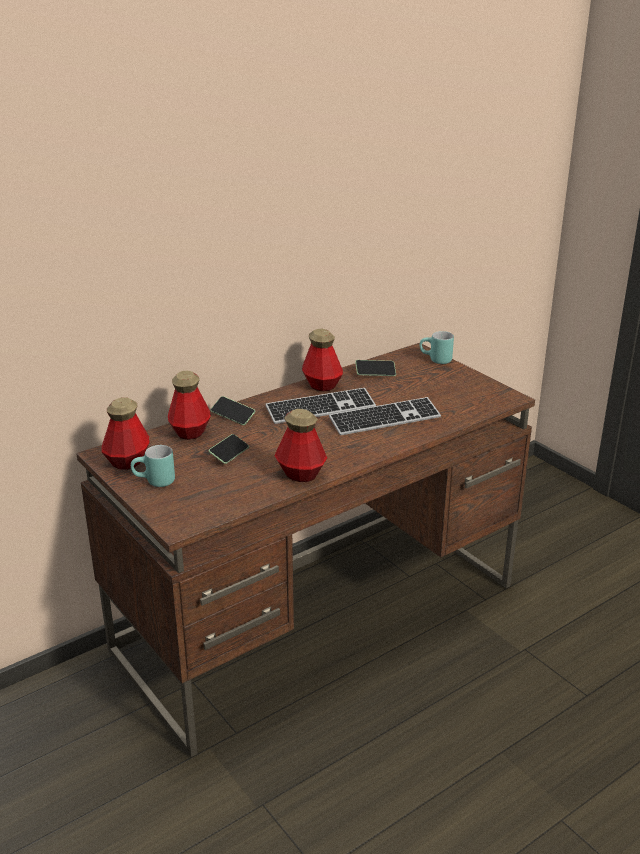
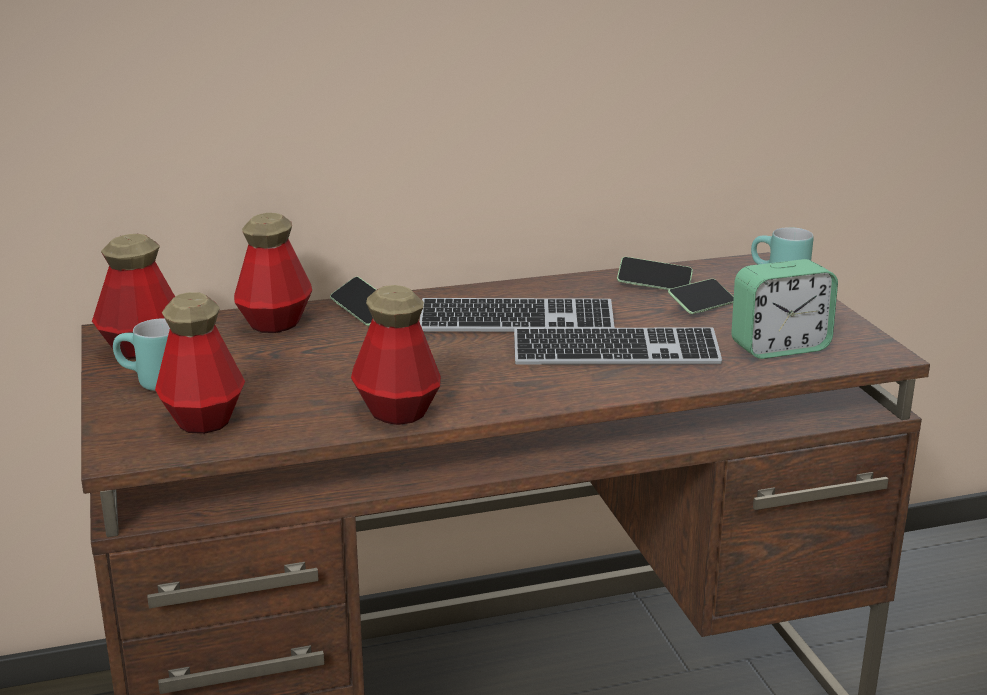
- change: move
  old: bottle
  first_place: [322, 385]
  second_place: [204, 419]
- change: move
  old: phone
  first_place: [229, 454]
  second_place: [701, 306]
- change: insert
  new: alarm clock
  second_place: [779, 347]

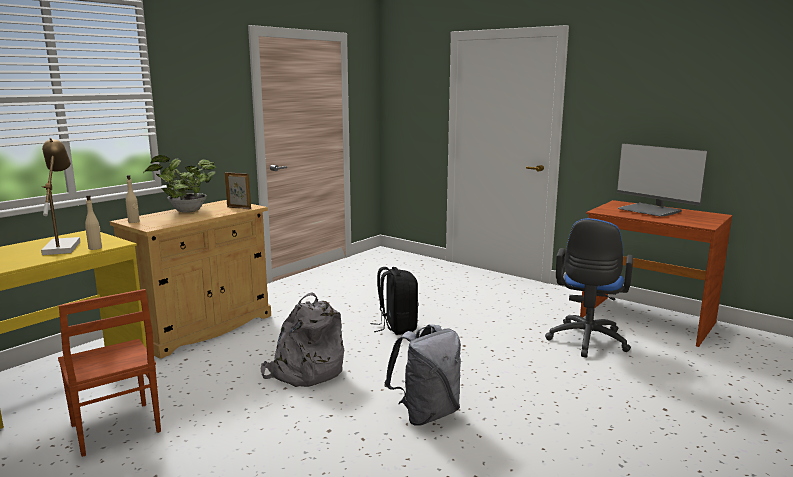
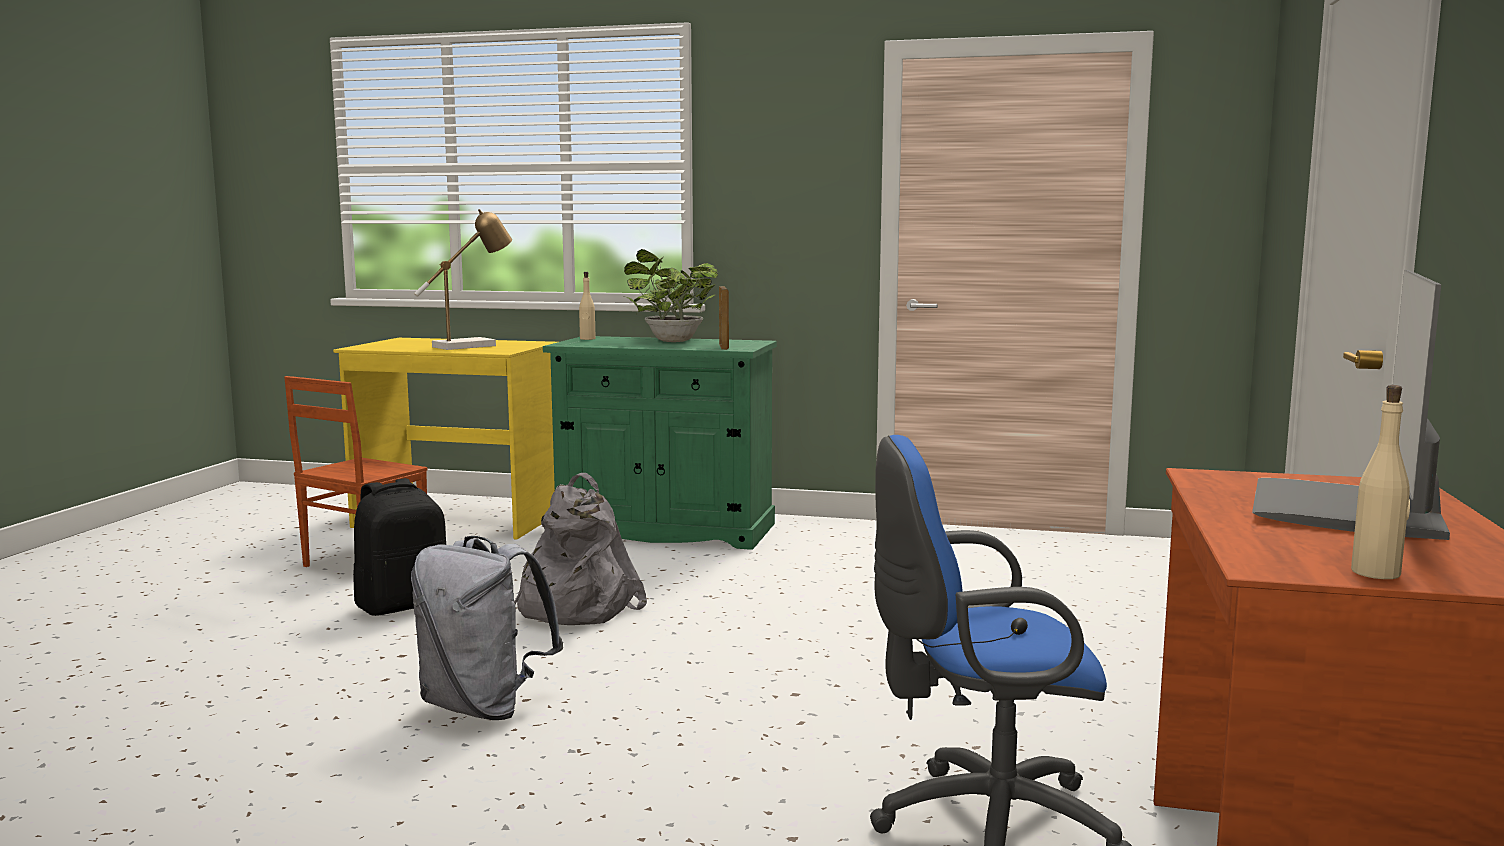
- change: move
  old: beige bottle
  first_place: [95, 248]
  second_place: [1376, 573]
- change: recolor
  old: beige cabinet
  new: green cabinet
  first_place: [202, 328]
  second_place: [665, 530]
- change: move
  old: black backpack
  first_place: [397, 327]
  second_place: [403, 605]

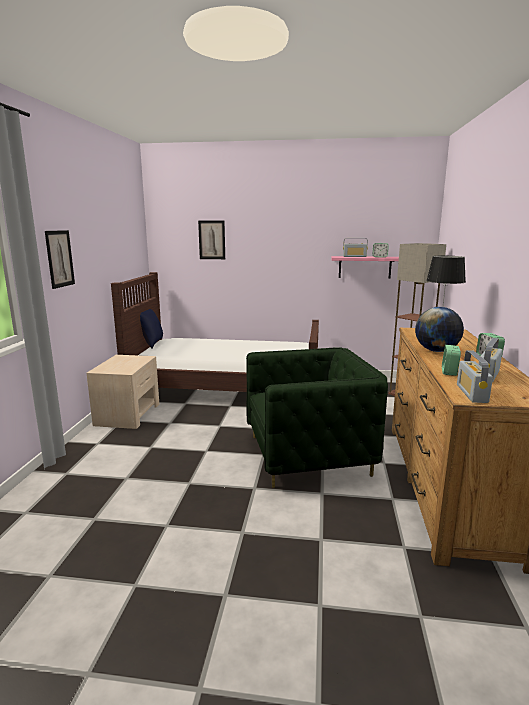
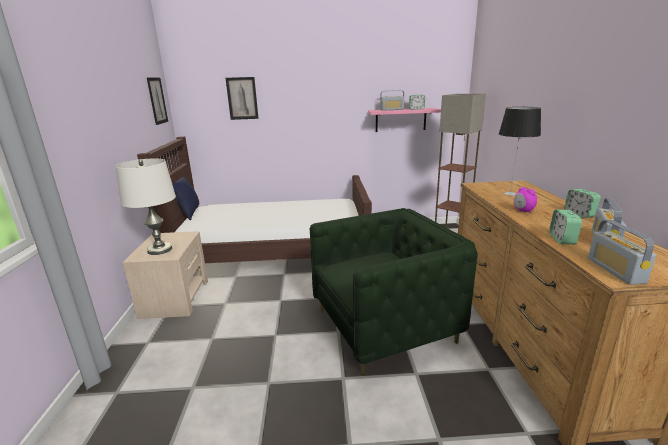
- change: move
  old: picture
  first_place: [59, 258]
  second_place: [157, 100]
- change: replace
  old: globe
  new: alarm clock
  first_place: [436, 351]
  second_place: [523, 211]
- change: insert
  new: white table lamp
  second_place: [159, 250]

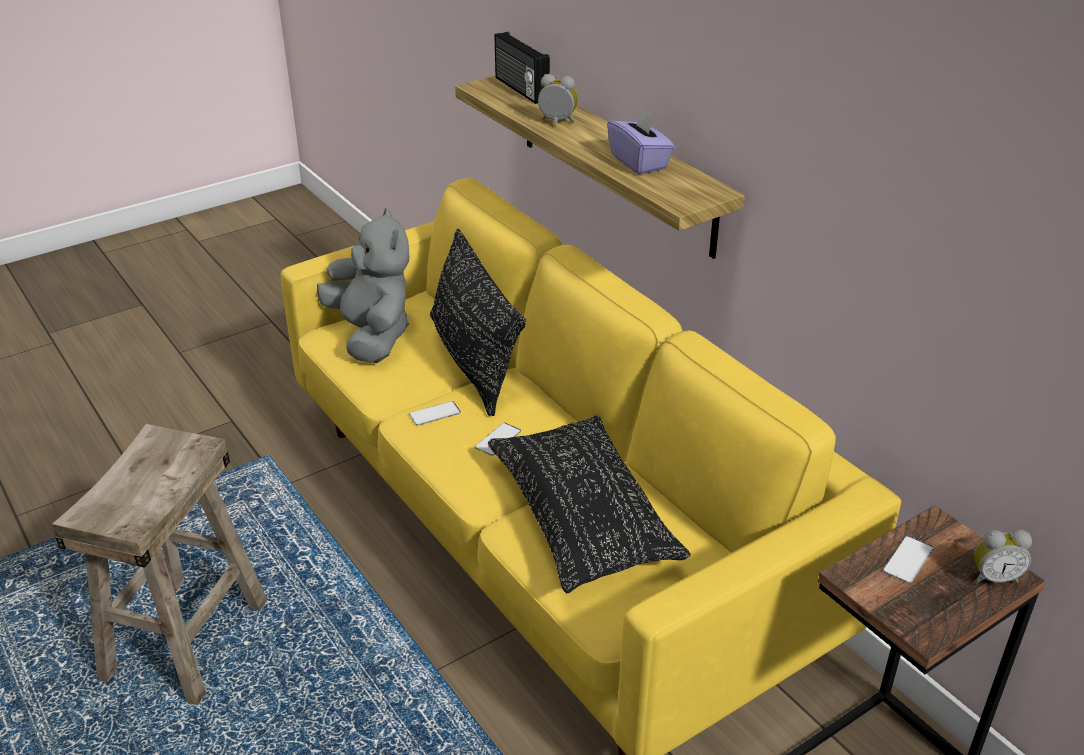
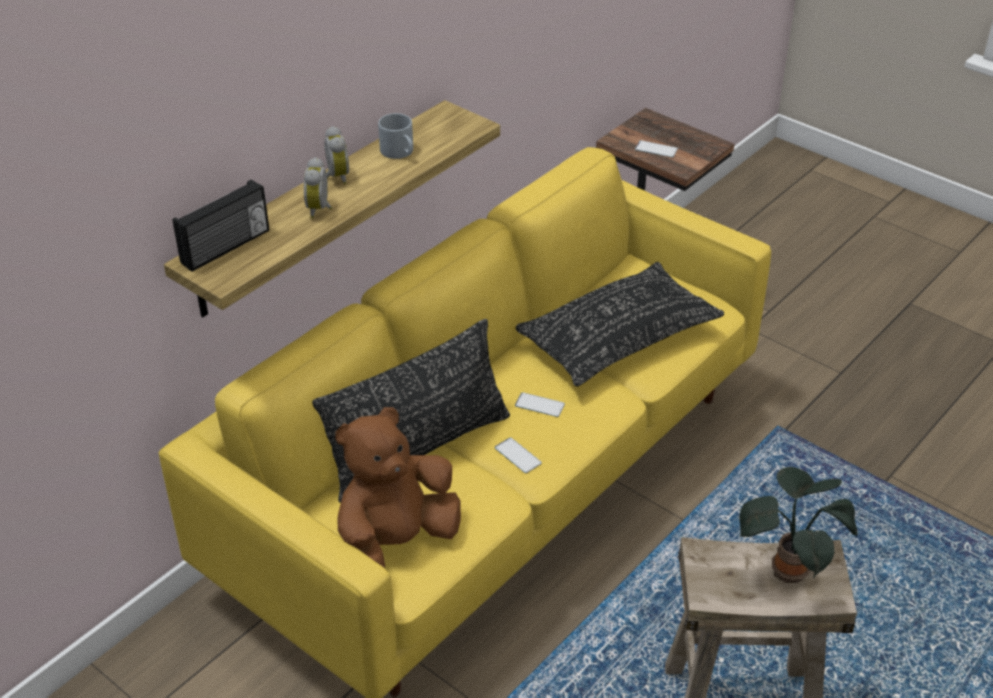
- change: replace
  old: purple tissue box
  new: grey mug
  first_place: [639, 162]
  second_place: [400, 152]
- change: recolor
  old: grey plush toy
  new: brown plush toy
  first_place: [371, 336]
  second_place: [395, 543]
- change: move
  old: alarm clock
  first_place: [993, 577]
  second_place: [336, 177]
- change: insert
  new: potted plant
  second_place: [790, 569]

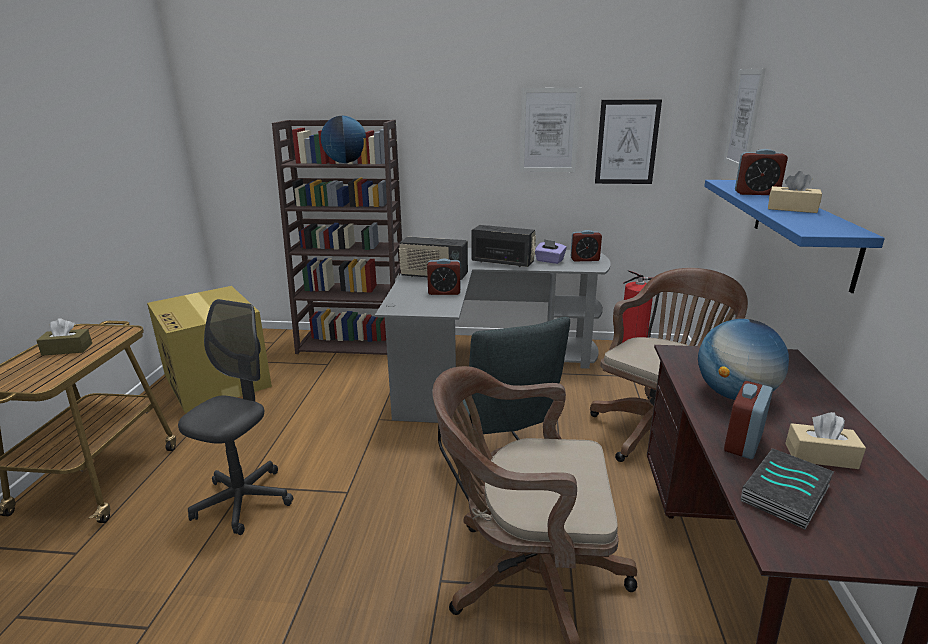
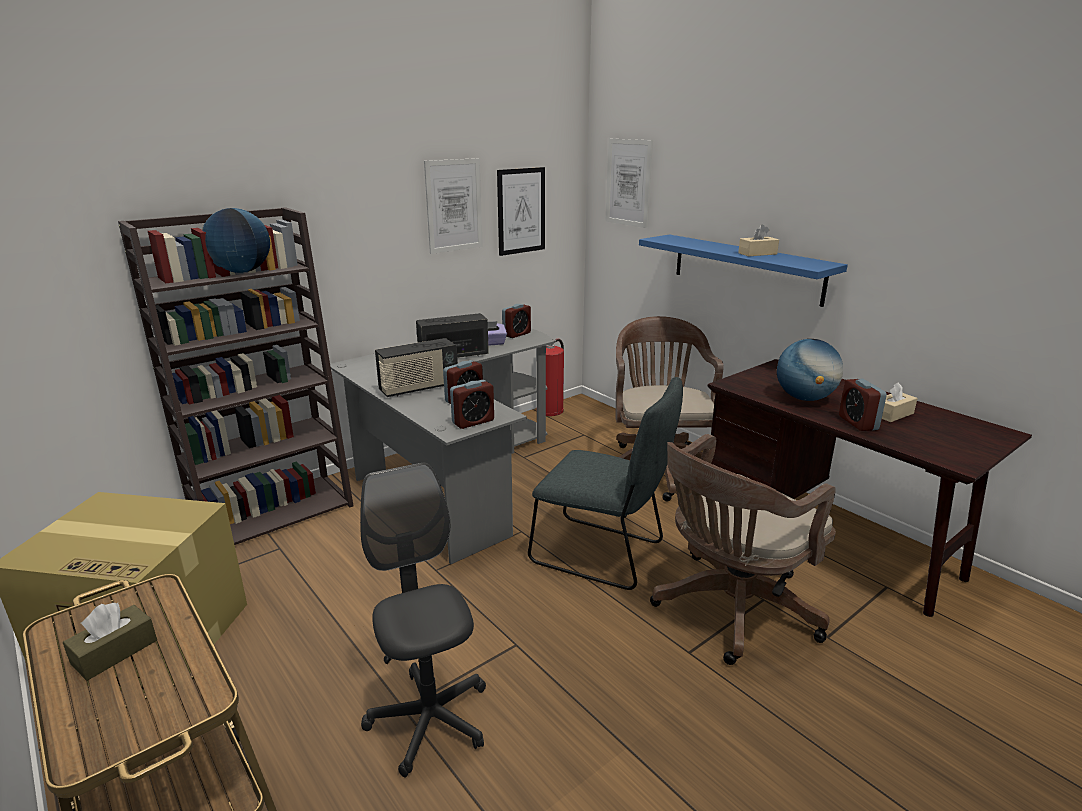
- change: move
  old: alarm clock
  first_place: [756, 193]
  second_place: [473, 422]
- change: delete
  old: book
  first_place: [787, 494]

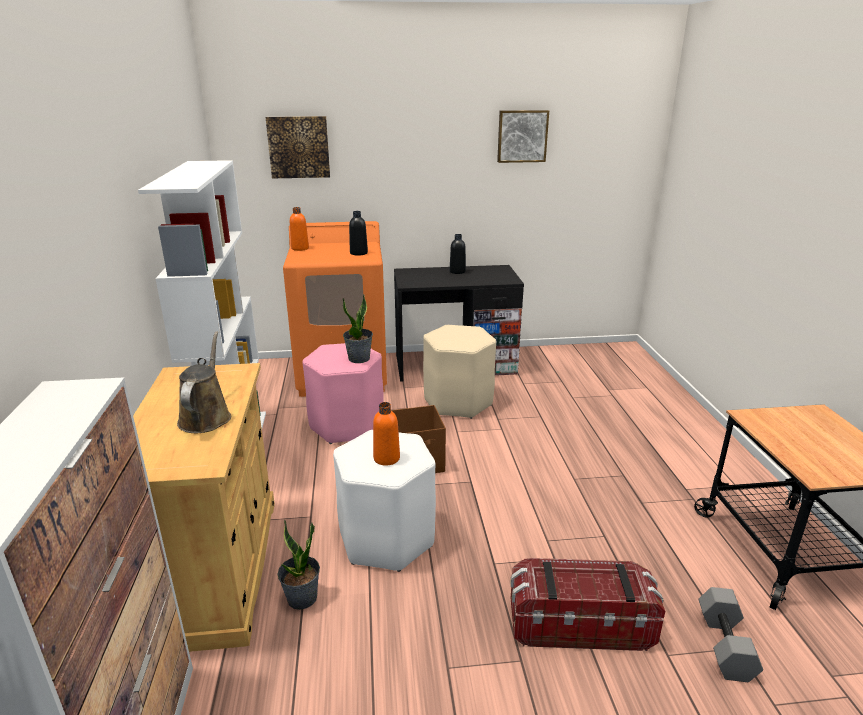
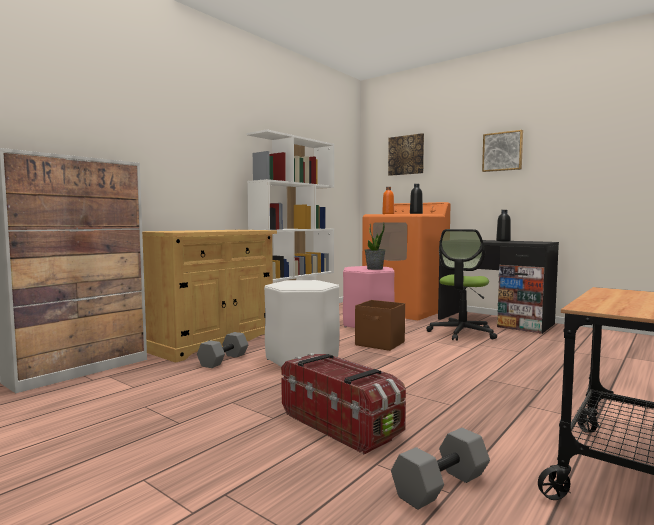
- change: move
  old: picture
  first_place: [522, 136]
  second_place: [502, 151]
- change: replace
  old: beige stool
  new: office chair
  first_place: [458, 402]
  second_place: [462, 333]
- change: delete
  old: brown watering can
  first_place: [206, 417]
- change: delete
  old: orange bottle
  first_place: [386, 458]
- change: replace
  old: potted plant
  new: grey dumbbell
  first_place: [302, 598]
  second_place: [223, 360]

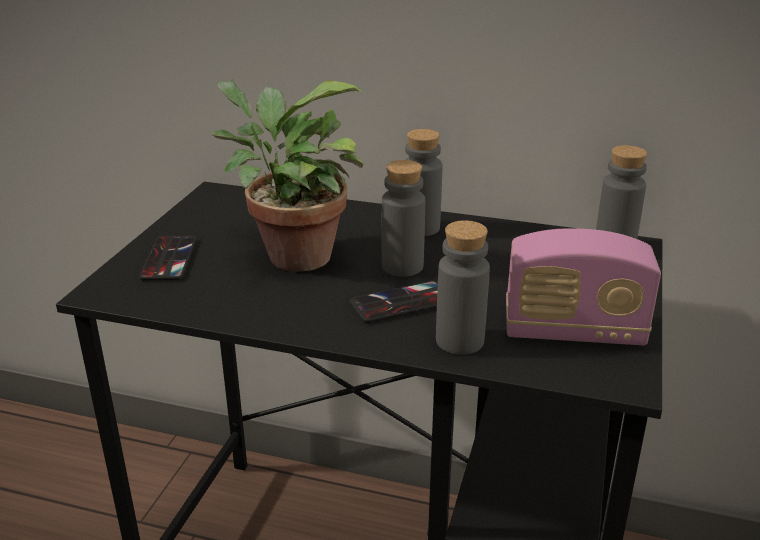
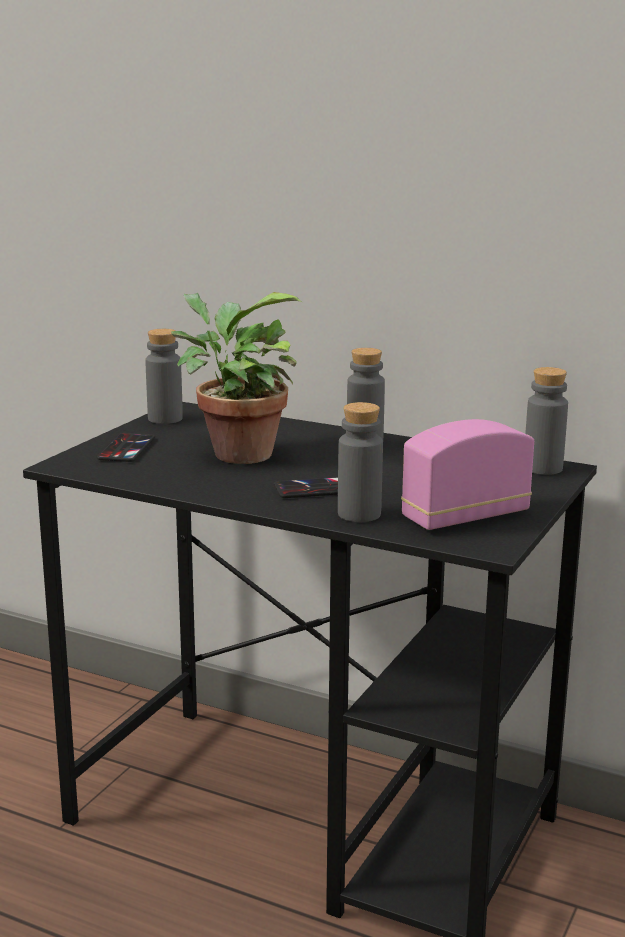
- change: move
  old: grey bottle
  first_place: [402, 266]
  second_place: [165, 419]
- change: rotate
  old: radio
  first_place: [573, 332]
  second_place: [465, 516]
  degrees: 135

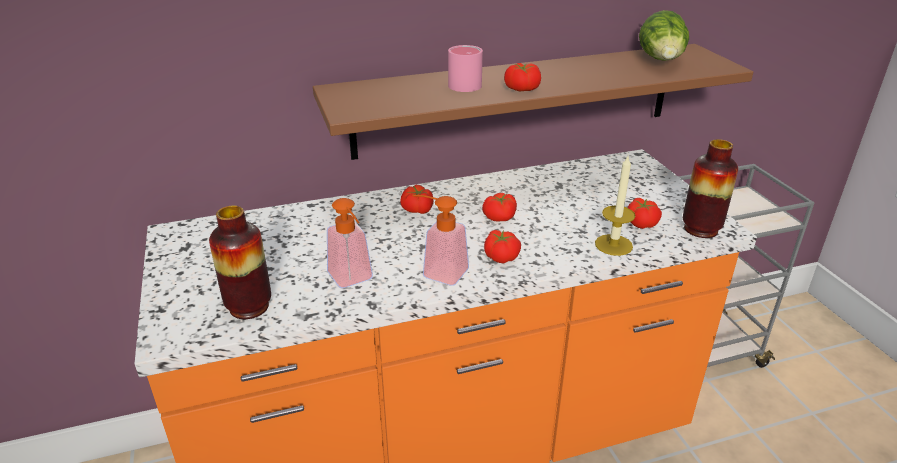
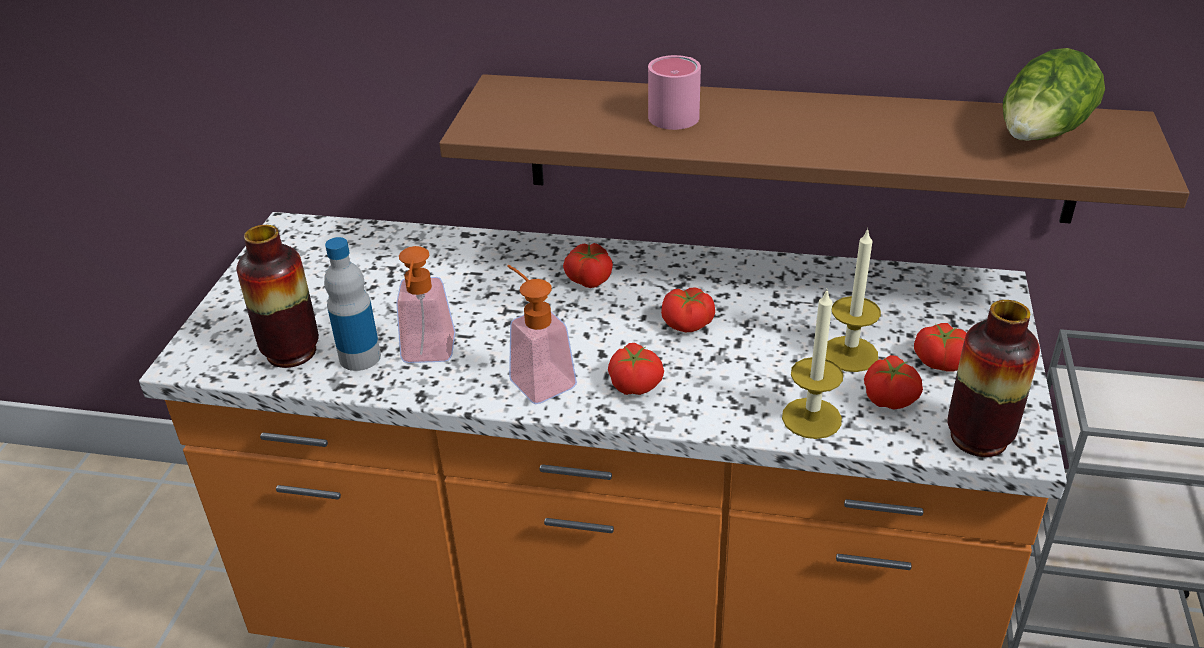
- change: move
  old: tomato
  first_place: [521, 88]
  second_place: [940, 361]
- change: insert
  new: candle
  second_place: [850, 354]
- change: insert
  new: bottle
  second_place: [360, 357]

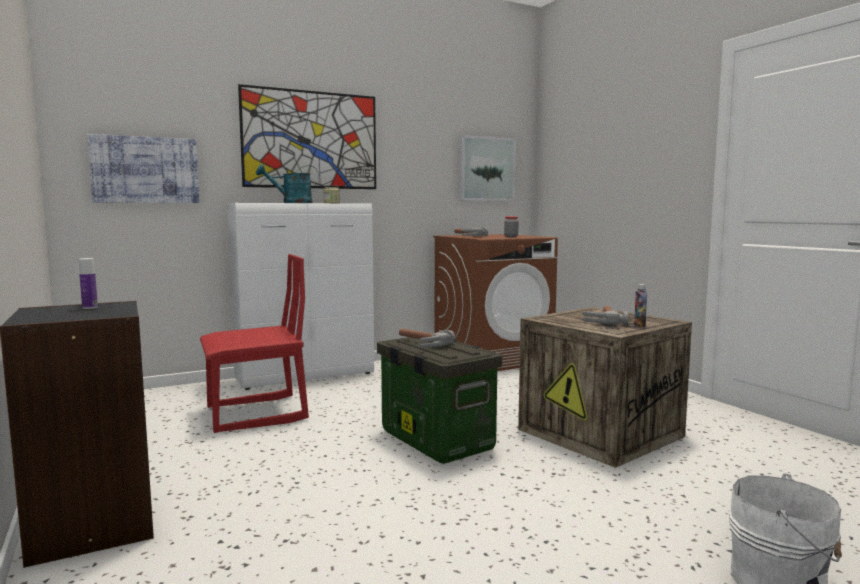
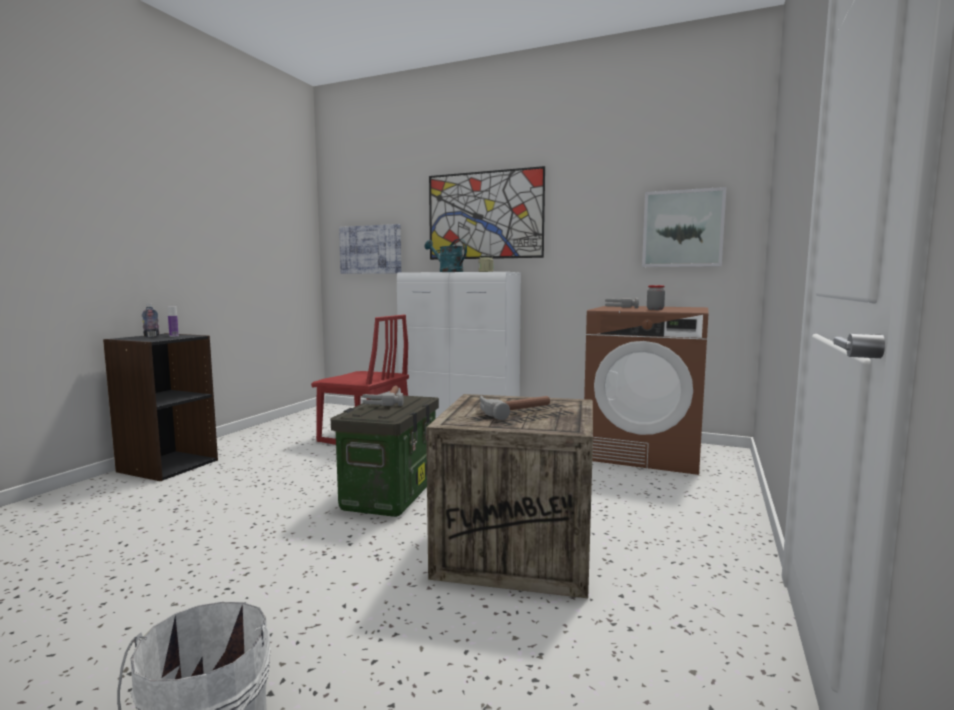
- change: move
  old: bottle
  first_place: [639, 325]
  second_place: [151, 336]

